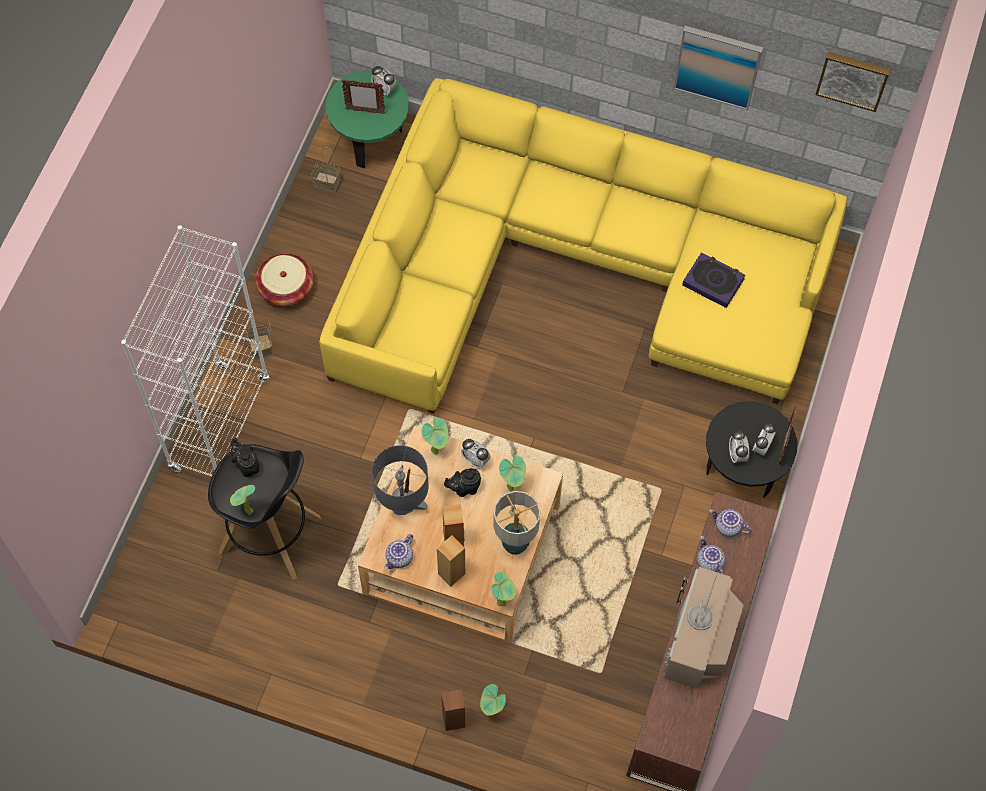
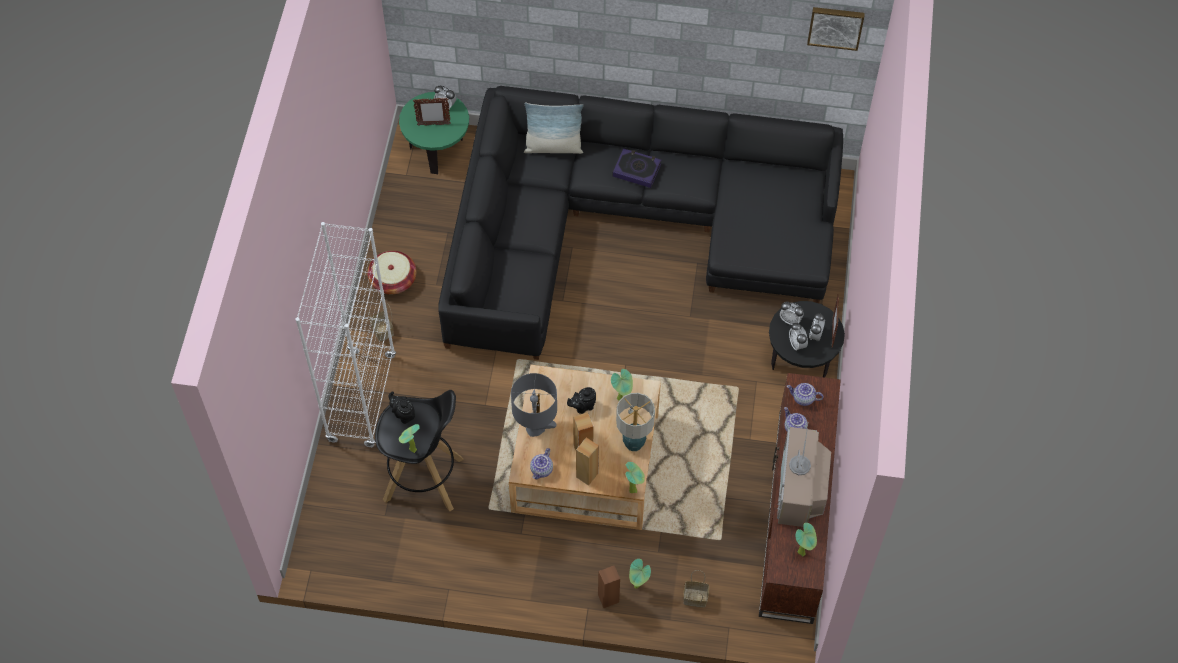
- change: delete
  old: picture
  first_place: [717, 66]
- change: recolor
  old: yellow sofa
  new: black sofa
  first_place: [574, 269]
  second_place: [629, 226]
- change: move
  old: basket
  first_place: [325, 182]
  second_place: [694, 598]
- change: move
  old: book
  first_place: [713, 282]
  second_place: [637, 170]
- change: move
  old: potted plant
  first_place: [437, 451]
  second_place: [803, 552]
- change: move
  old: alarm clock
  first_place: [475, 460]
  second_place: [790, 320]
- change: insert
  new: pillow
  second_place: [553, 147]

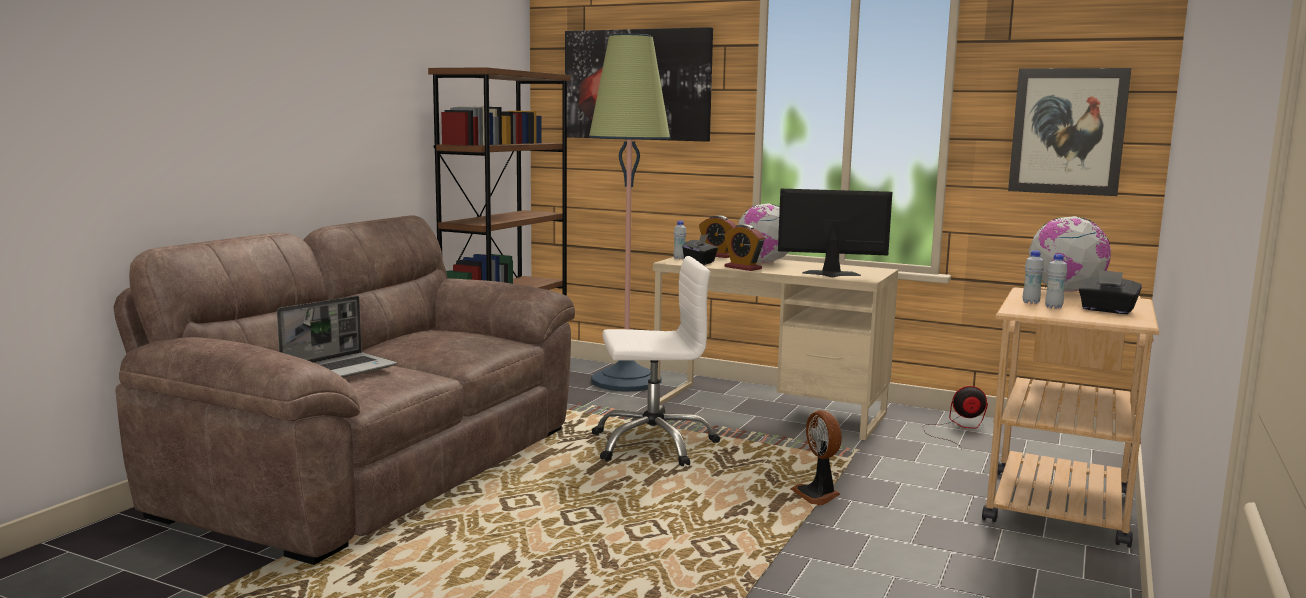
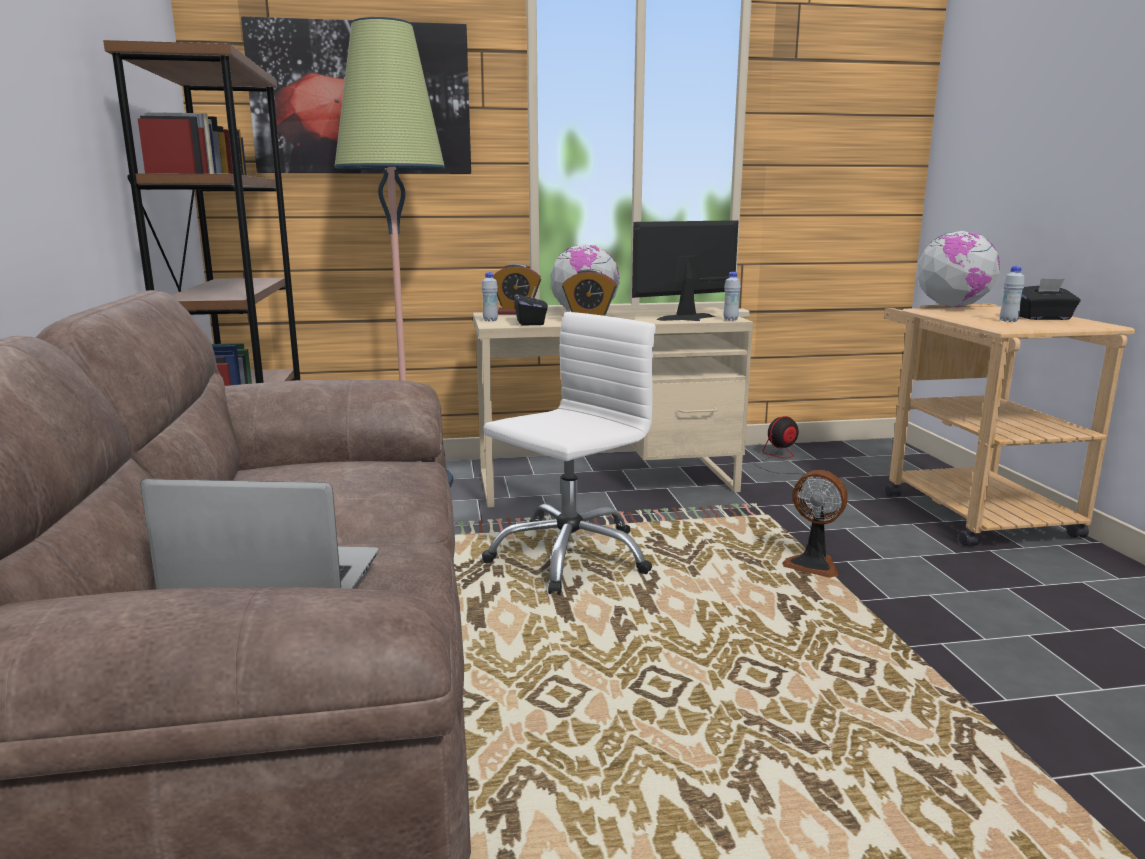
- change: delete
  old: picture
  first_place: [1067, 131]
- change: move
  old: white bottle
  first_place: [1030, 302]
  second_place: [730, 319]
- change: rotate
  old: laptop
  first_place: [340, 370]
  second_place: [272, 581]
  degrees: -90

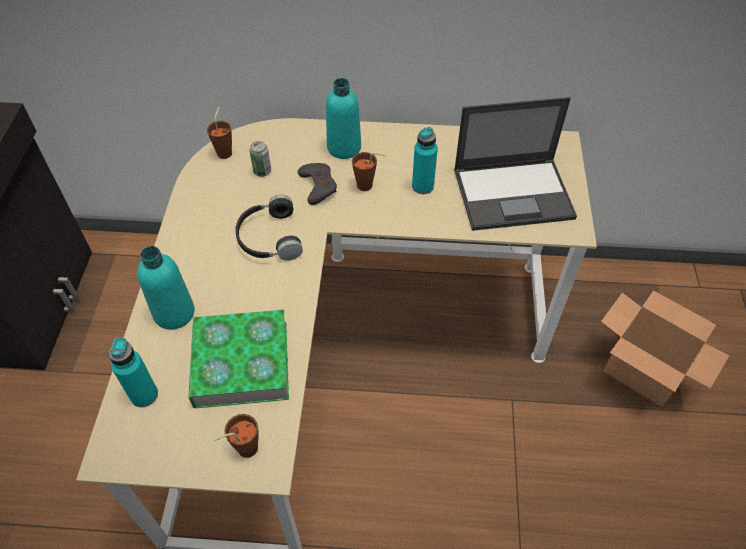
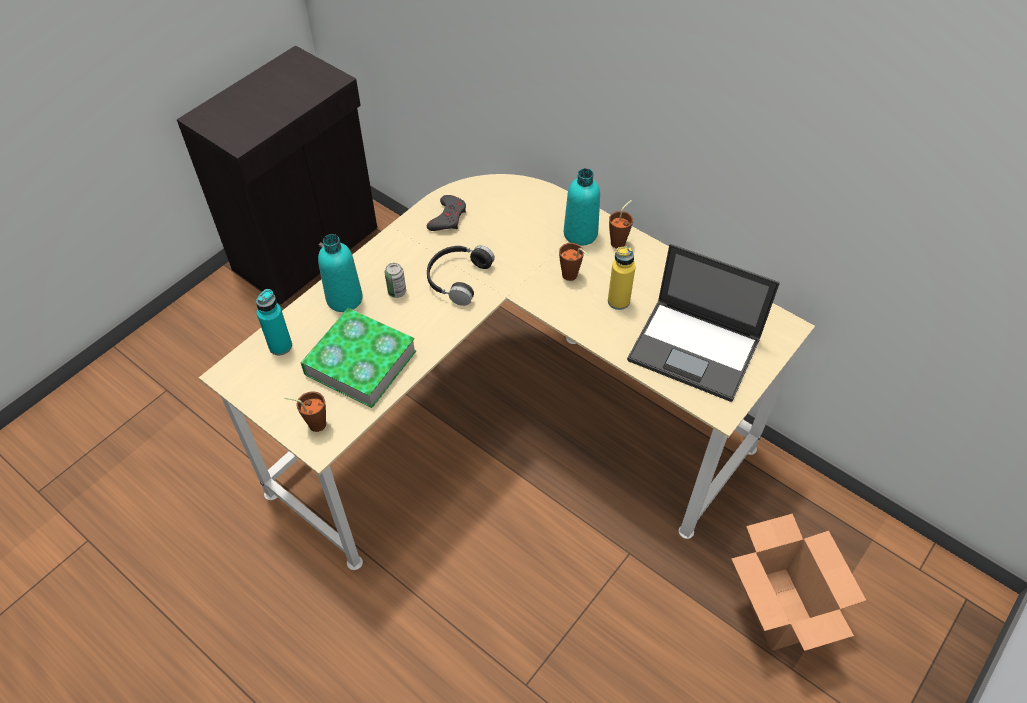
- change: move
  old: brown cup
  first_place: [225, 151]
  second_place: [620, 241]
- change: recolor
  old: turquoise bottle
  new: yellow bottle
  first_place: [422, 186]
  second_place: [618, 301]
- change: move
  old: can
  first_place: [262, 171]
  second_place: [397, 292]
- change: move
  old: grey game controller
  first_place: [318, 186]
  second_place: [448, 217]

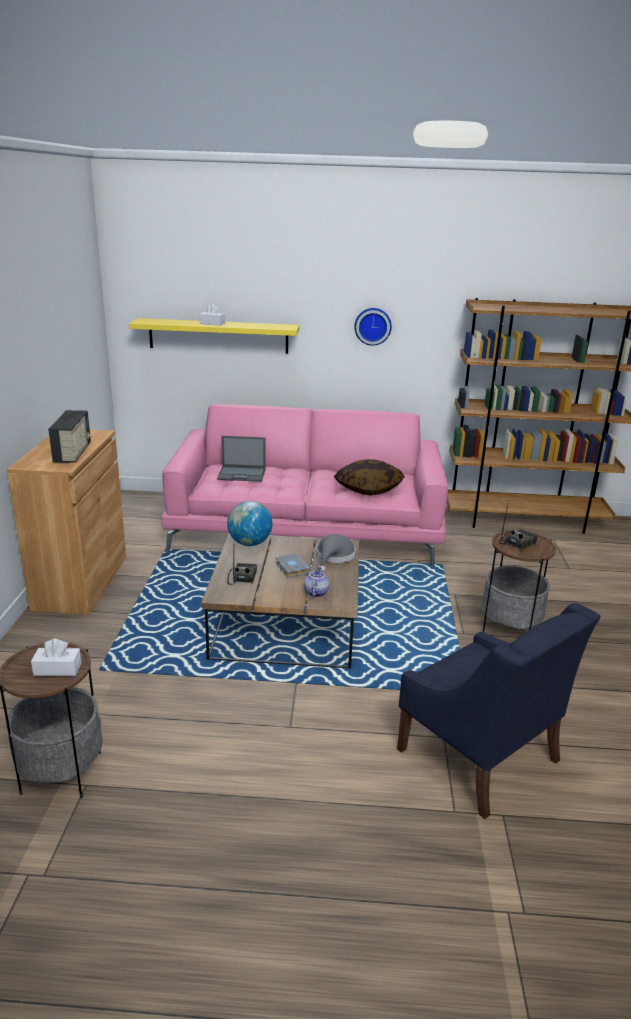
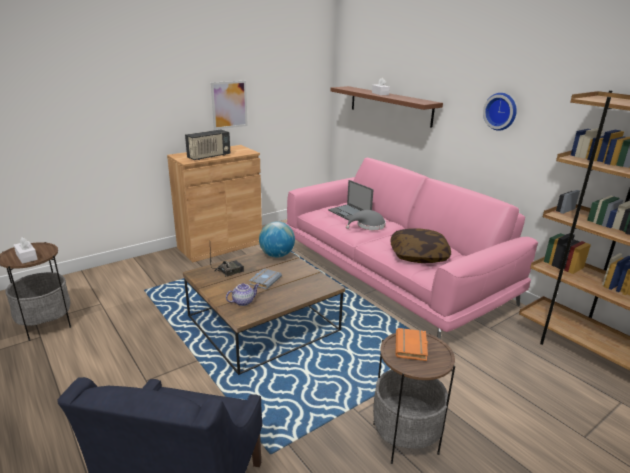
- change: recolor
  old: yellow shelf
  new: brown shelf
  first_place: [218, 336]
  second_place: [389, 105]
- change: replace
  old: radio
  new: orange book
  first_place: [517, 543]
  second_place: [412, 348]
- change: move
  old: grey hat
  first_place: [334, 557]
  second_place: [368, 226]
- change: insert
  new: picture
  second_place: [229, 104]

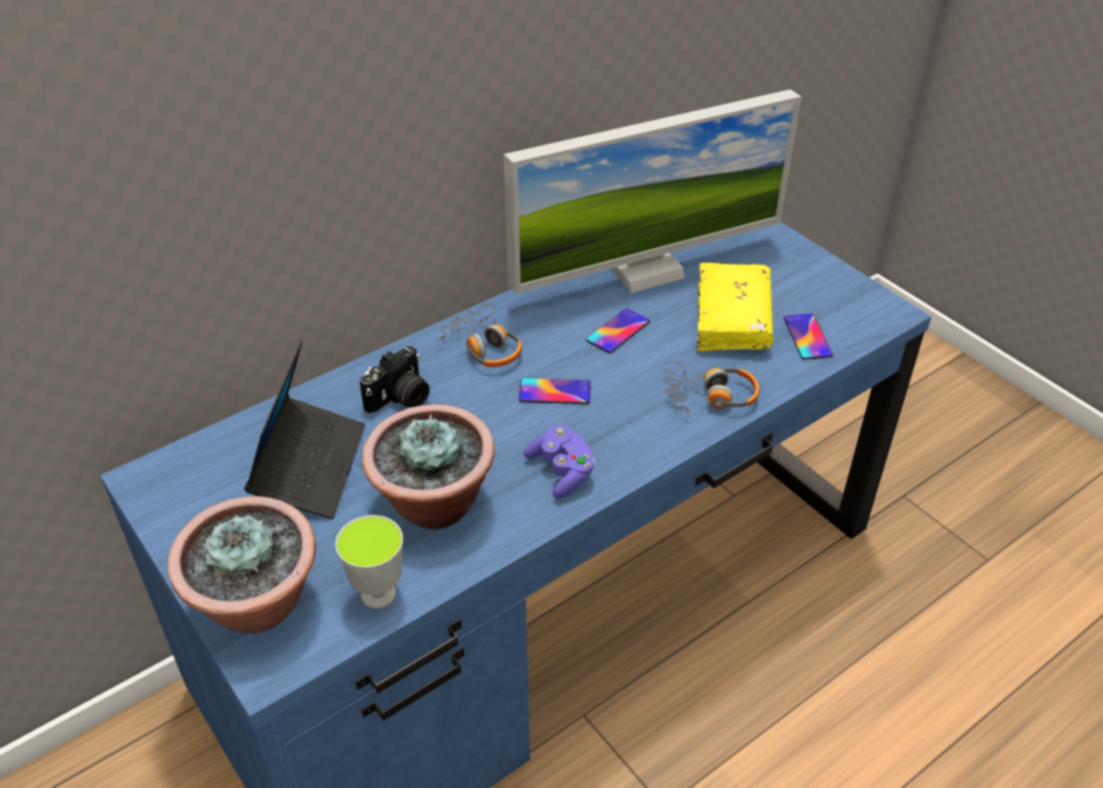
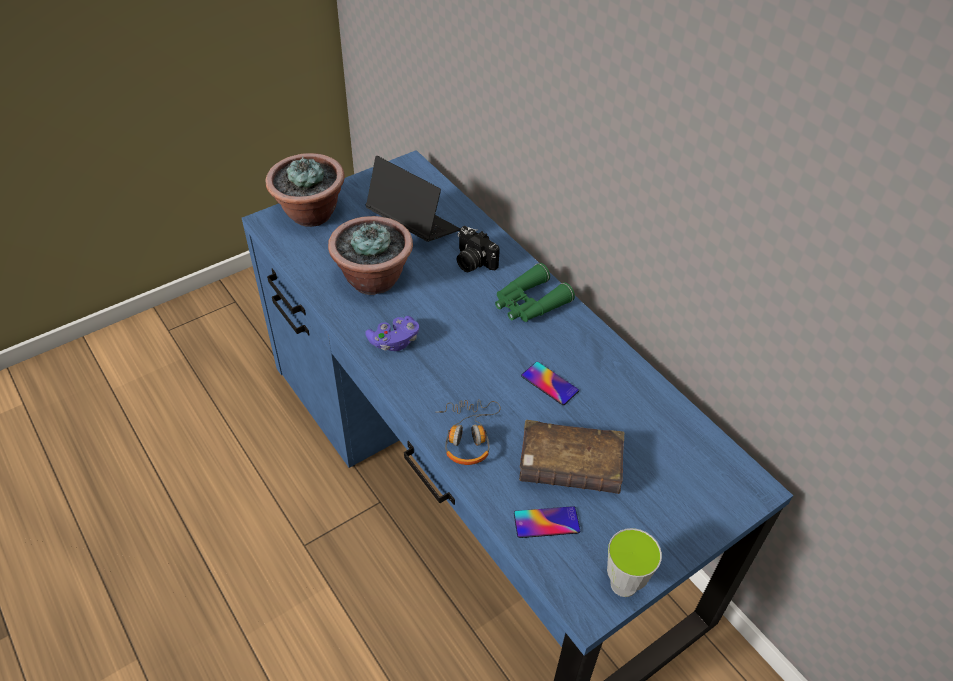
- change: delete
  old: monitor
  first_place: [645, 271]
- change: recolor
  old: yellow book
  new: brown book
  first_place: [732, 319]
  second_place: [570, 466]
- change: replace
  old: headphones
  new: green binoculars
  first_place: [484, 346]
  second_place: [529, 303]
- change: rotate
  old: laptop
  first_place: [310, 466]
  second_place: [413, 225]
  degrees: -150
- change: delete
  old: phone
  first_place: [554, 392]
- change: move
  old: cup
  first_place: [378, 594]
  second_place: [623, 584]

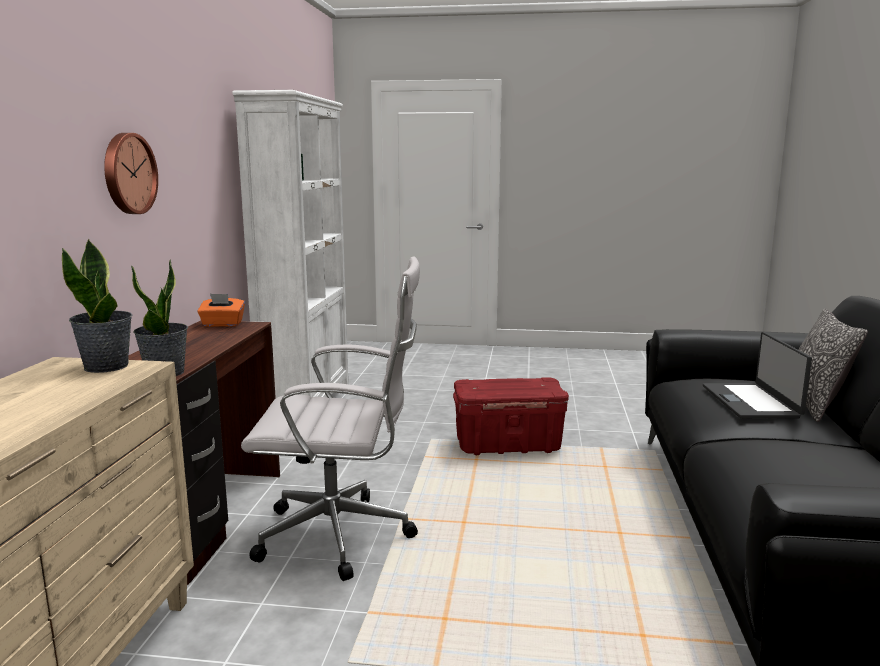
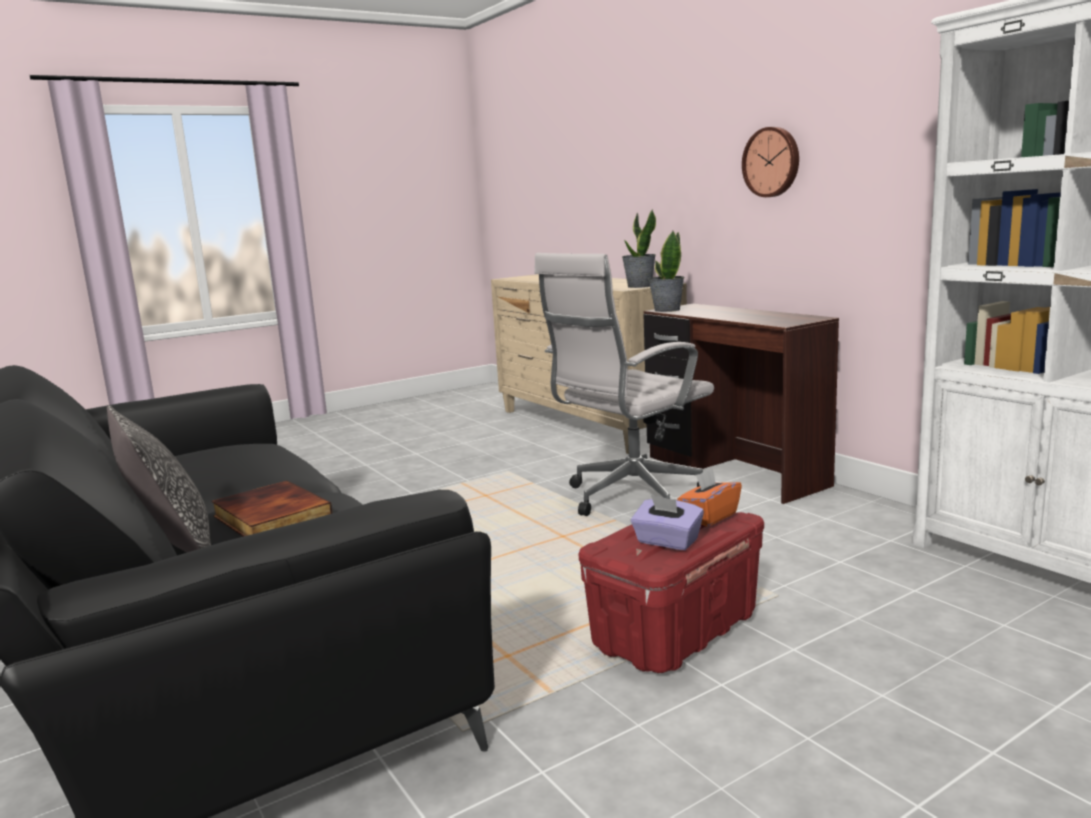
- change: move
  old: orange tissue box
  first_place: [222, 324]
  second_place: [709, 516]
- change: replace
  old: laptop
  new: book
  first_place: [751, 401]
  second_place: [269, 518]
- change: insert
  new: purple tissue box
  second_place: [667, 542]

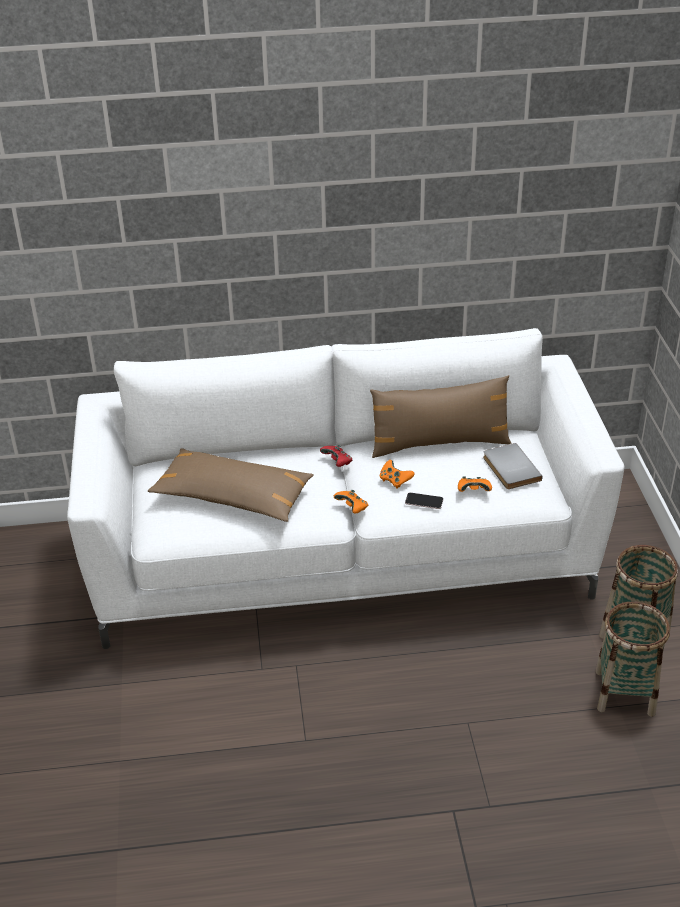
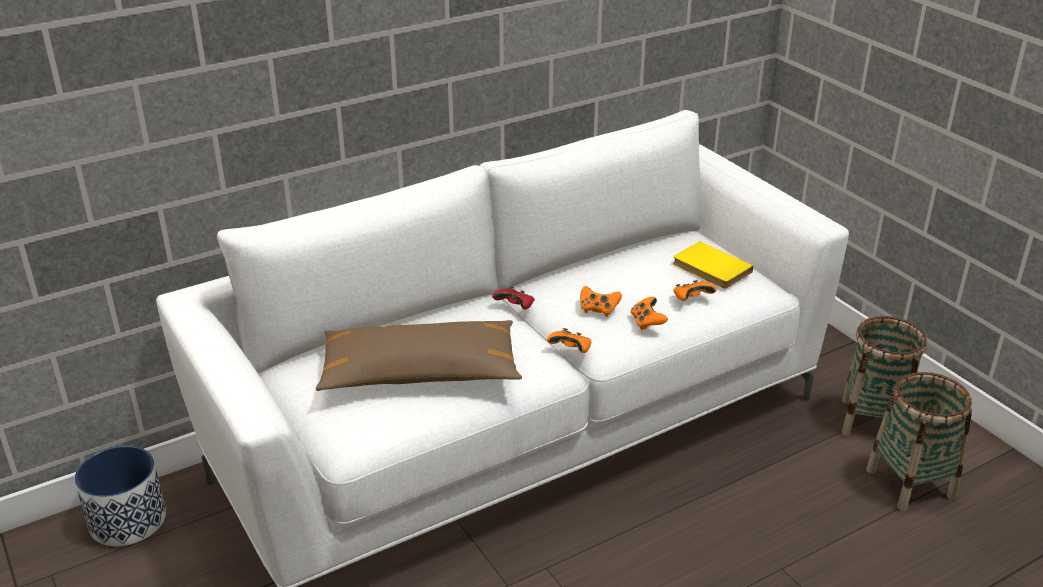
- change: delete
  old: brown pillow
  first_place: [439, 443]
- change: recolor
  old: grey book
  new: yellow book
  first_place: [509, 469]
  second_place: [710, 268]
- change: replace
  old: phone
  new: orange game controller
  first_place: [424, 501]
  second_place: [647, 322]
- change: insert
  new: planter
  second_place: [128, 520]

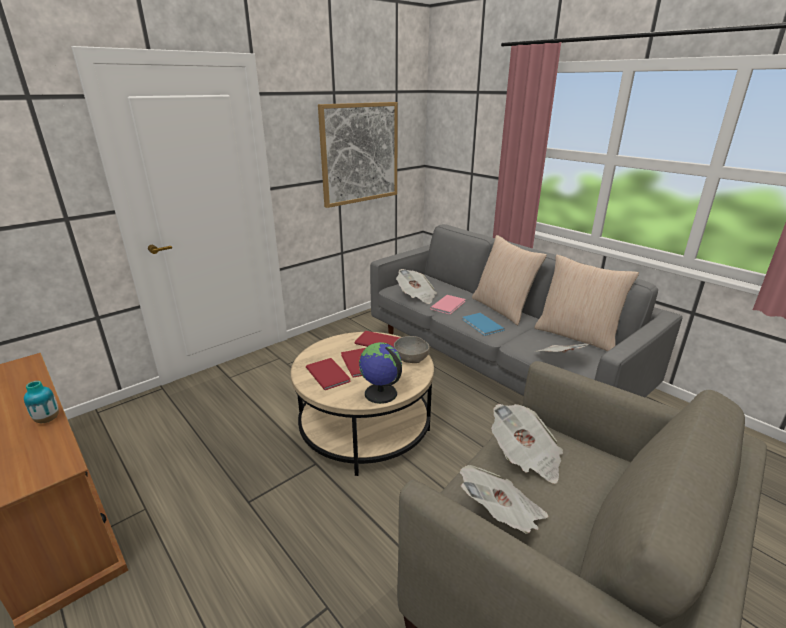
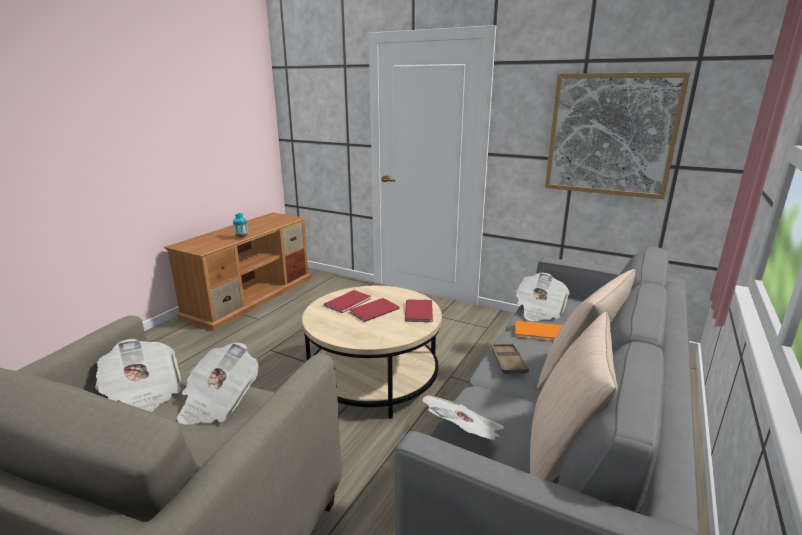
- change: recolor
  old: pink book
  new: orange book
  first_place: [449, 305]
  second_place: [541, 333]
- change: replace
  old: blue book
  new: brown tray
  first_place: [482, 325]
  second_place: [508, 362]
- change: delete
  old: grey bowl
  first_place: [411, 358]
- change: delete
  old: globe
  first_place: [380, 394]

